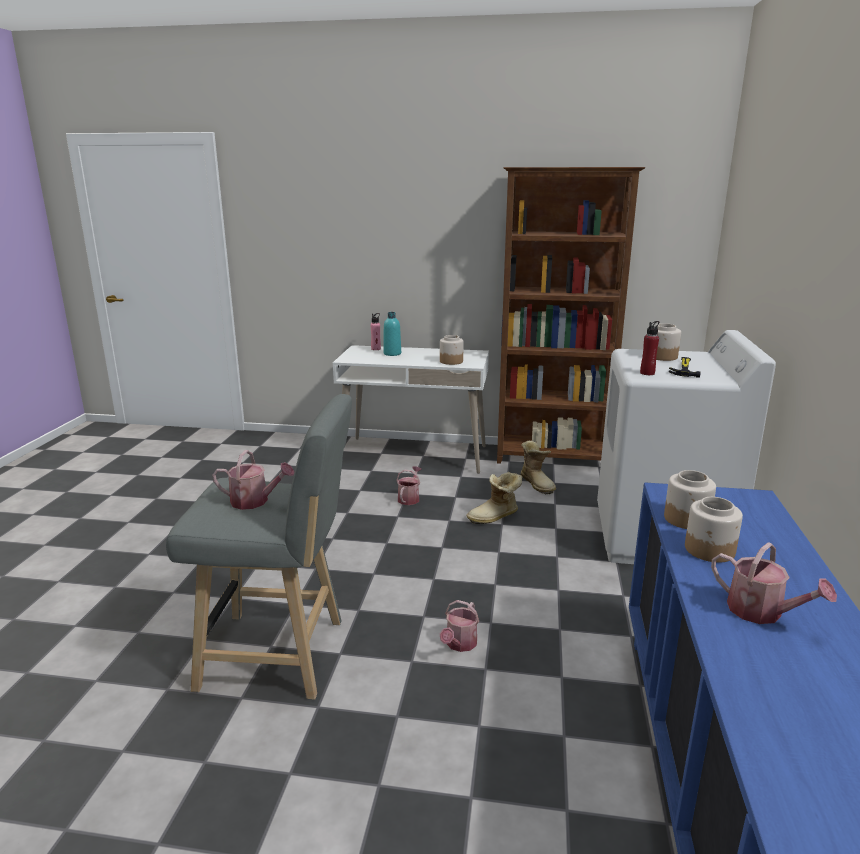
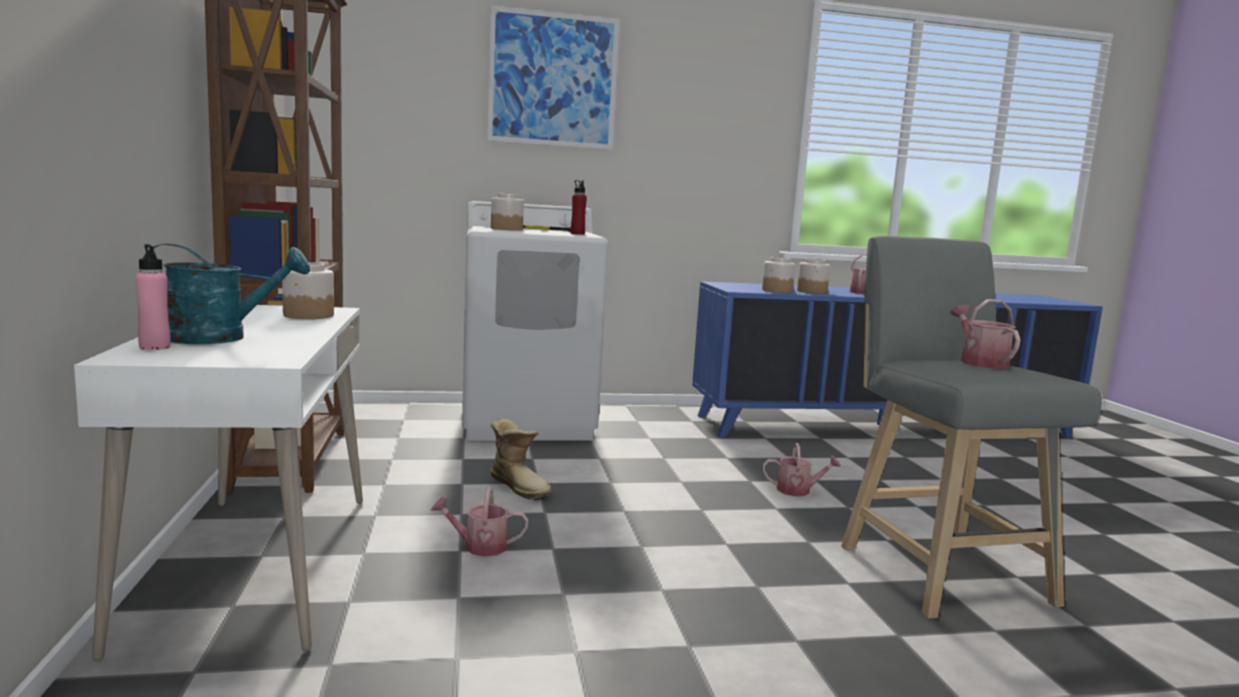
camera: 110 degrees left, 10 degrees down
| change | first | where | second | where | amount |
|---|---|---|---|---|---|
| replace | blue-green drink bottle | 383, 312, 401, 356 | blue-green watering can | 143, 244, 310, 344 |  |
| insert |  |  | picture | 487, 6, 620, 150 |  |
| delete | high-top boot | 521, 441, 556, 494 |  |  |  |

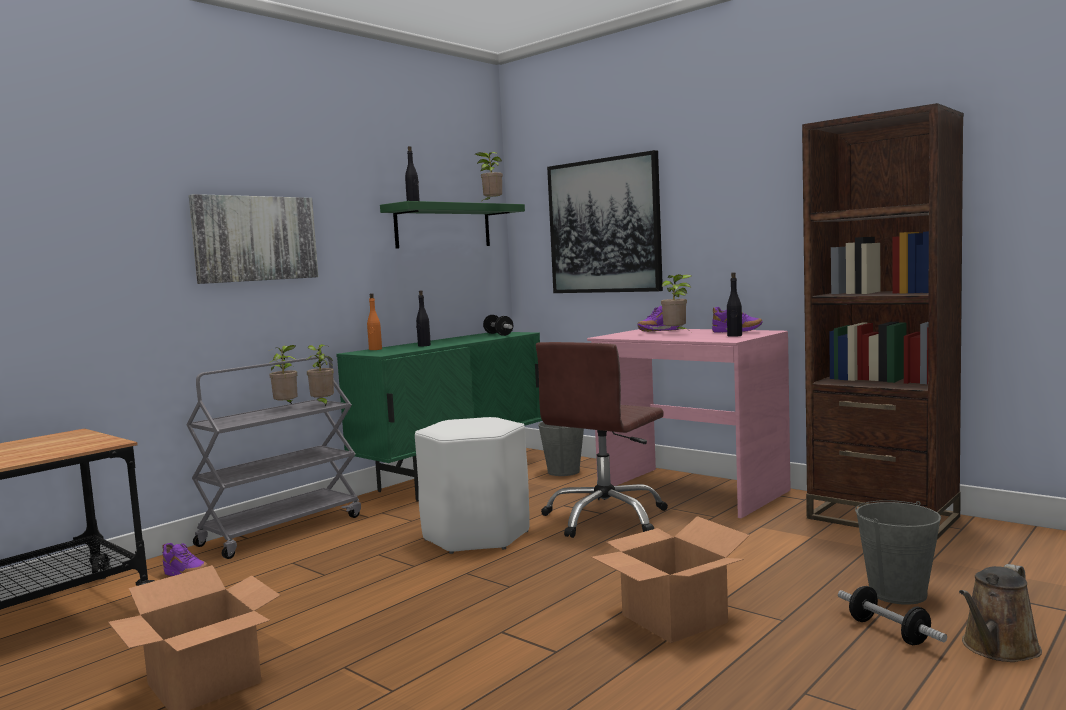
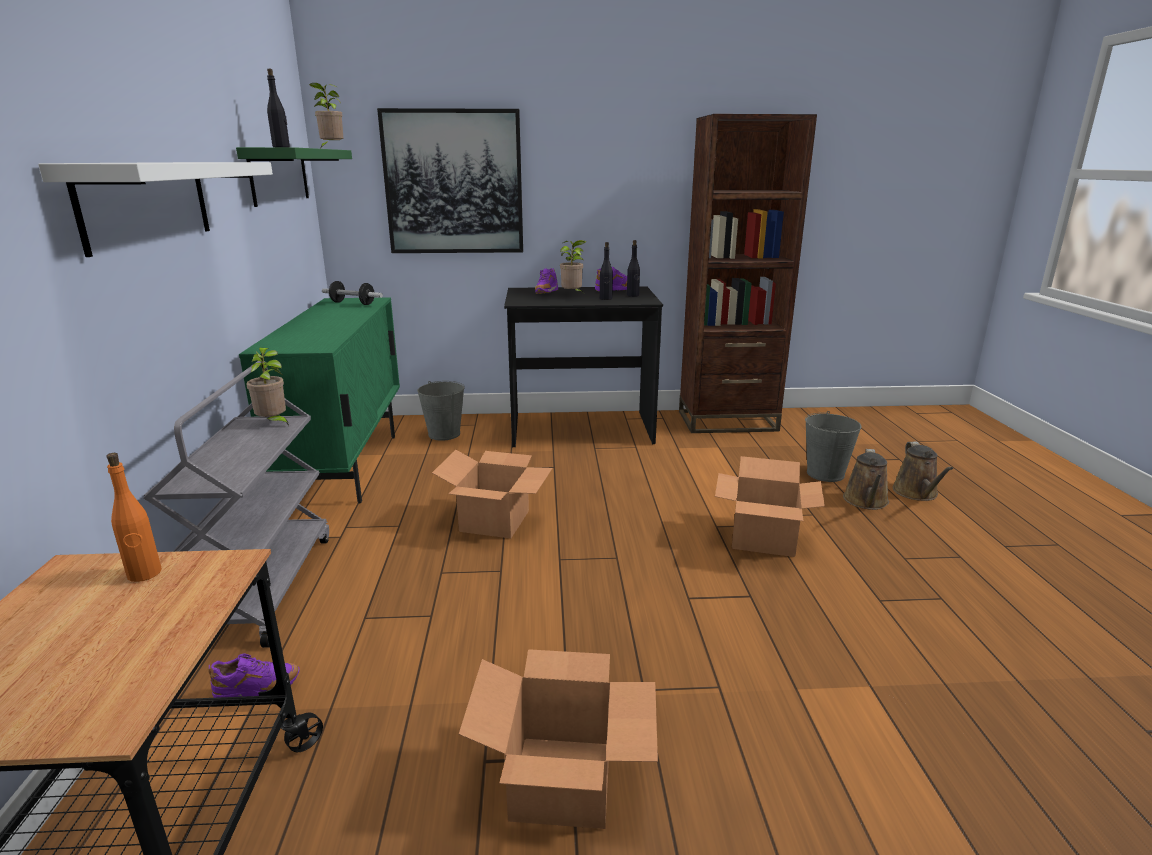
camera: 45 degrees left, 15 degrees up
| change | first | where | second | where | amount |
|---|---|---|---|---|---|
| replace | picture | 189, 194, 318, 284 | white-coloured bracket shelf | 38, 162, 273, 257 |  |
| move | orange-coloured drink bottle | 367, 293, 382, 350 |  | 106, 453, 162, 582 |  |
| replace | white-coloured stool | 415, 417, 530, 554 | cardboard box | 432, 450, 553, 539 |  |
| recolor | pink-coloured desk table | 587, 329, 791, 518 | blackish desk table | 504, 286, 663, 447 |  |
| move | blackish drink bottle | 416, 290, 431, 347 |  | 600, 242, 613, 300 |  |
| replace | free weight | 838, 586, 947, 645 | brownish watering can | 843, 449, 889, 510 |  |
| delete | plant in a pot | 269, 345, 298, 404 |  |  |  |
| delete | brownish office chair | 536, 342, 668, 538 |  |  |  |

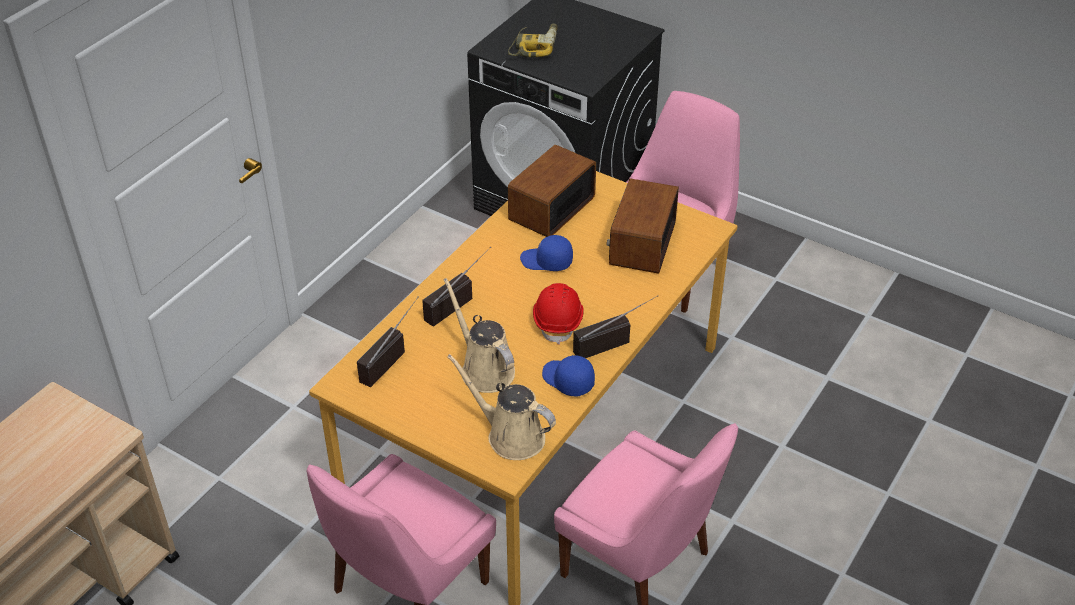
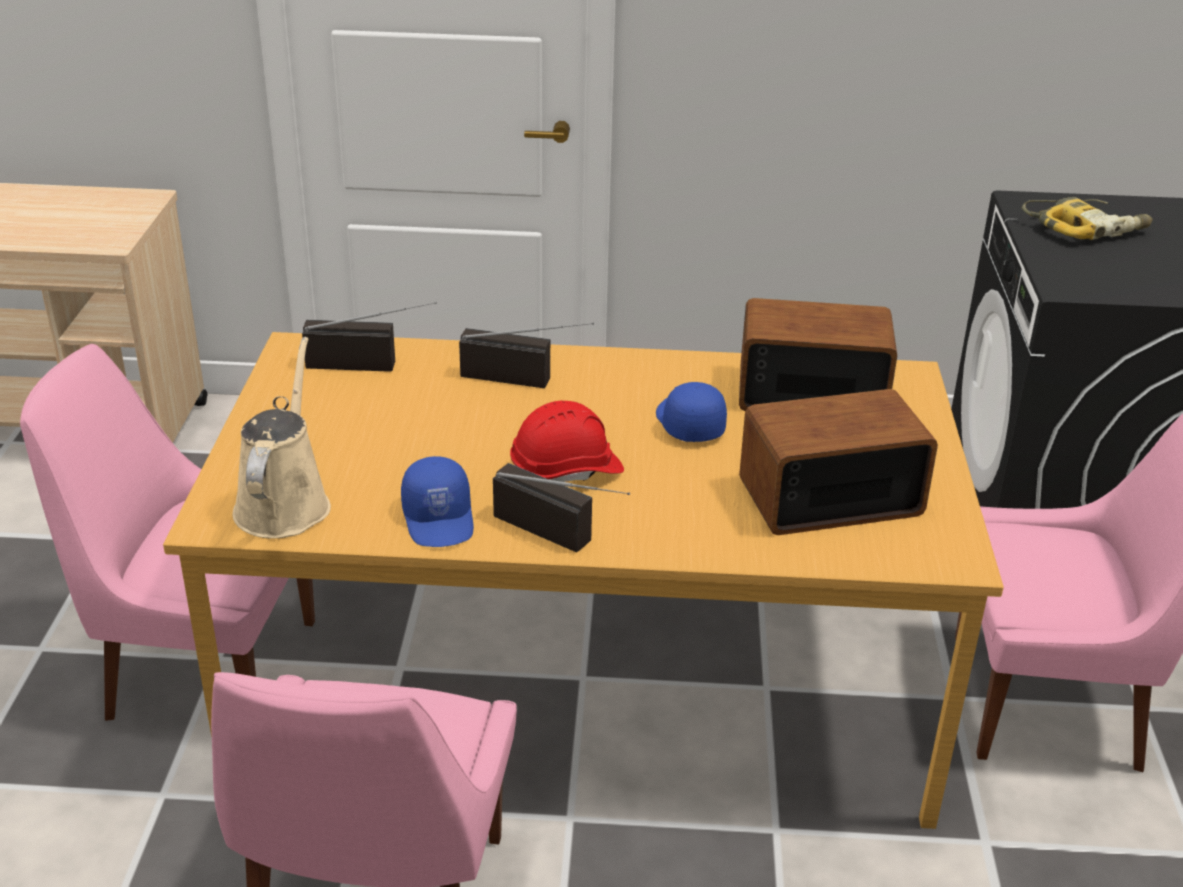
camera: 60 degrees right, 10 degrees down
| change | first | where | second | where | amount |
|---|---|---|---|---|---|
| rotate | blue-coloured cap | 542, 355, 595, 397 |  | 401, 456, 474, 547 | 150 degrees clockwise |
| delete | beige watering can | 444, 278, 515, 393 |  |  |  |

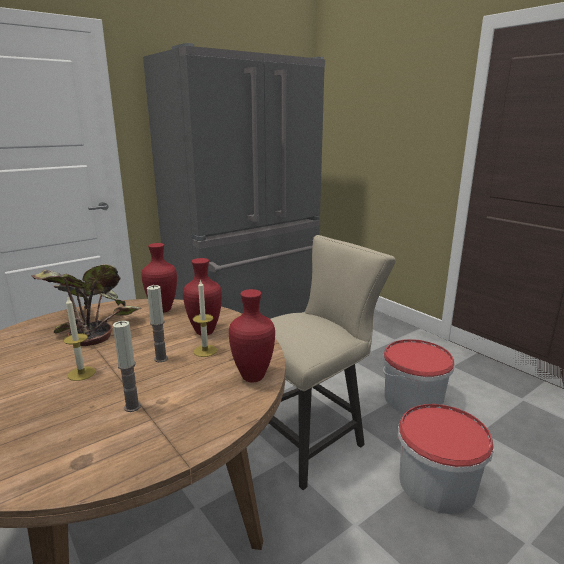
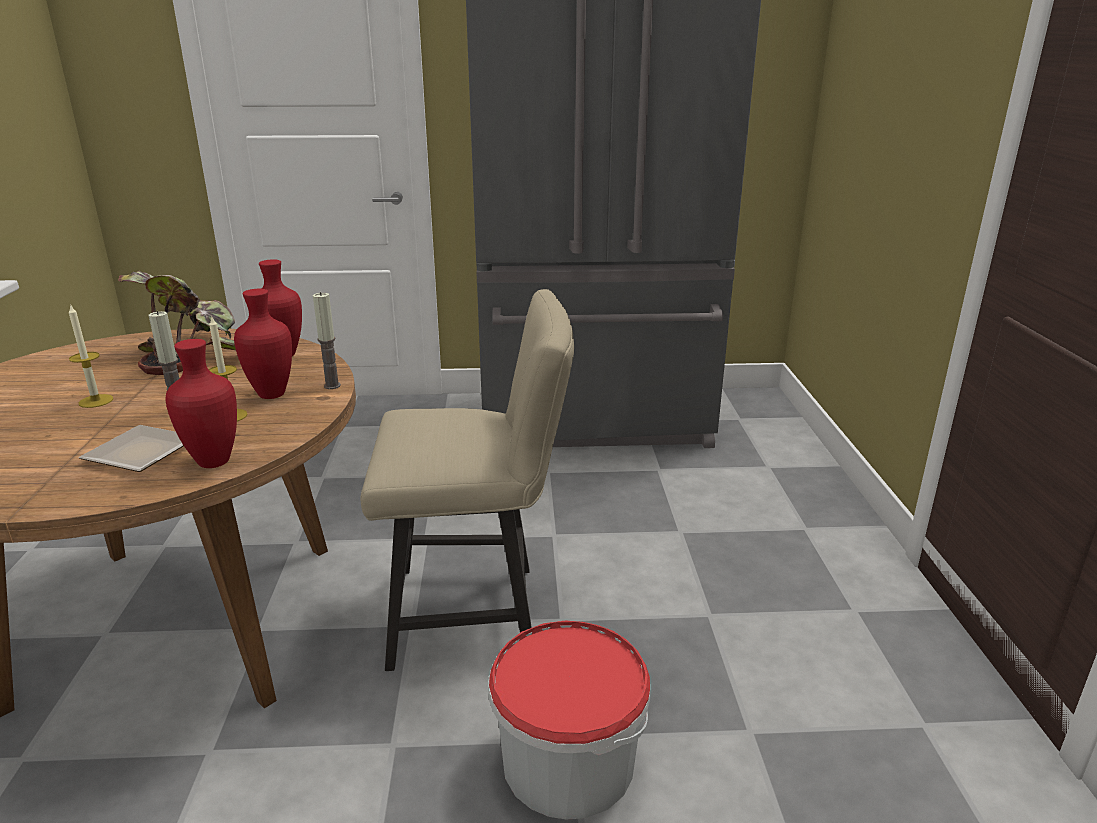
camera: 35 degrees right, 5 degrees up
| change | first | where | second | where | amount |
|---|---|---|---|---|---|
| insert |  |  | plate | 79, 425, 184, 472 |  |
| move | wax candle | 113, 321, 141, 412 |  | 313, 292, 341, 389 |  |
| delete | water bucket | 383, 339, 454, 414 |  |  |  |

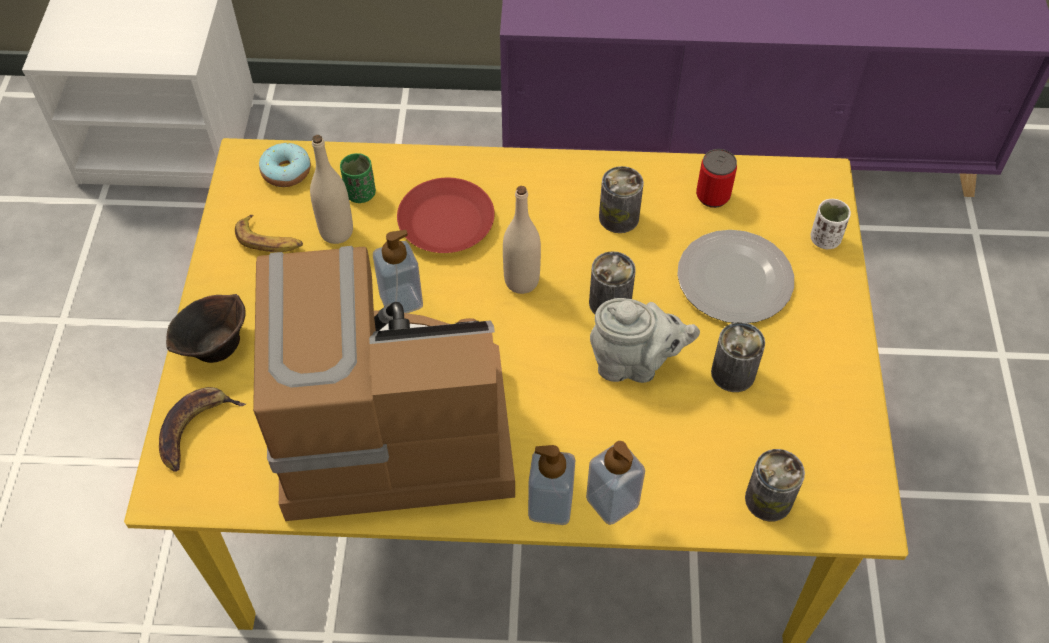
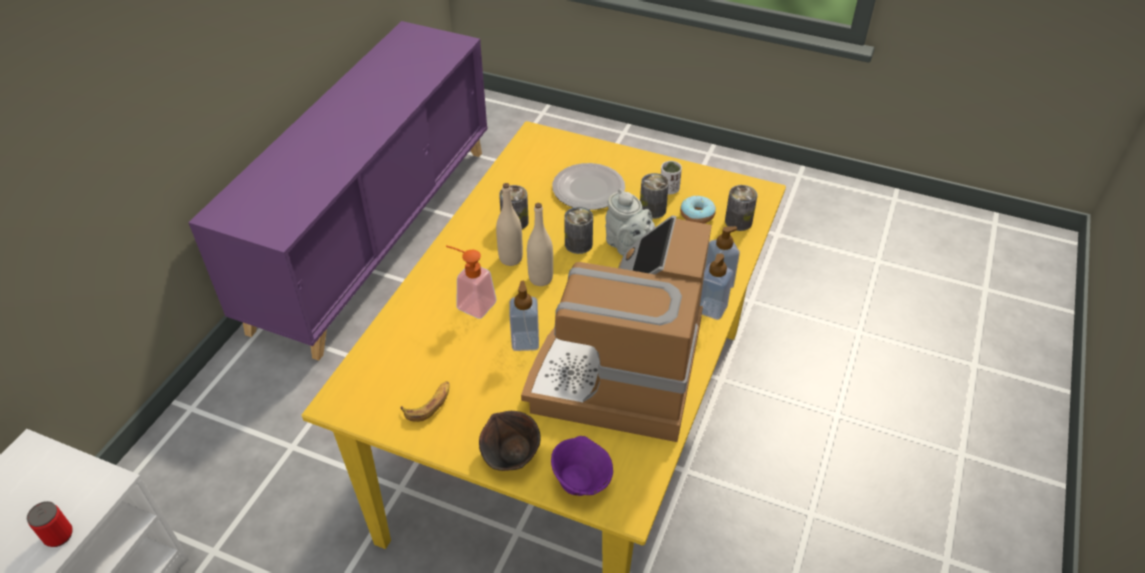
camera: 70 degrees left, 10 degrees down
| change | first | where | second | where | amount |
|---|---|---|---|---|---|
| move | metal can | 696, 149, 737, 208 |  | 27, 501, 73, 547 |  |
| replace | red-coloured plate | 397, 178, 495, 253 | liquid soap bottle | 446, 245, 497, 319 |  |
| move | beige drink bottle | 310, 135, 353, 244 |  | 496, 183, 523, 266 |  |
| replace | banana fruit | 159, 387, 246, 472 | purplish bowl | 551, 436, 613, 496 |  |
| rotate | grey teapot | 590, 298, 700, 383 |  | 605, 188, 655, 256 | 120 degrees clockwise |
| move | white-coloured cup | 811, 199, 851, 249 |  | 661, 161, 682, 195 |  |
| move | doughnut | 259, 143, 311, 187 |  | 680, 195, 716, 224 |  |
| delete | greenish cup | 340, 153, 376, 203 |  |  |  |

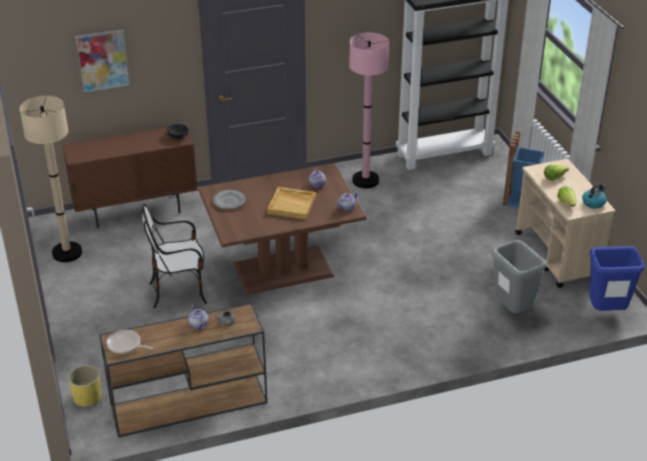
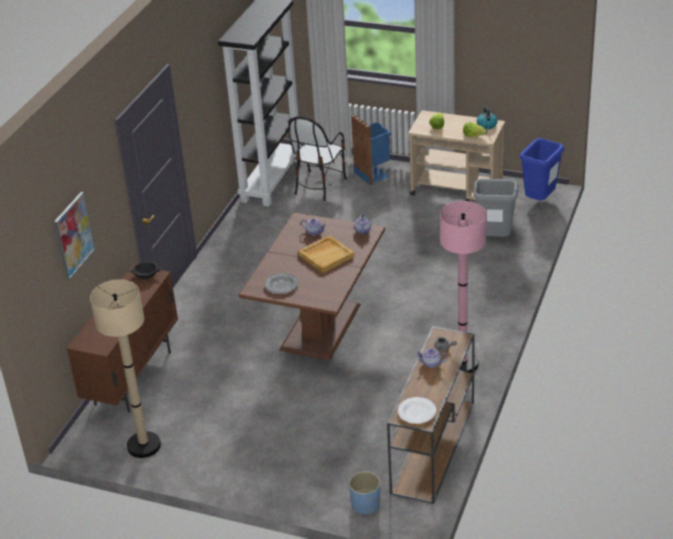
camera: 50 degrees left, 0 degrees up
| change | first | where | second | where | amount |
|---|---|---|---|---|---|
| move | chair | 142, 203, 207, 308 |  | 289, 116, 347, 201 |  |
| recolor | yellow planter | 68, 365, 101, 407 | blue-coloured planter | 349, 471, 380, 515 |  |
| replace | skillet | 106, 330, 153, 354 | white-coloured plate | 398, 397, 436, 424 |  |
| move | pink-coloured standard lamp | 349, 32, 389, 188 |  | 440, 201, 487, 373 |  |

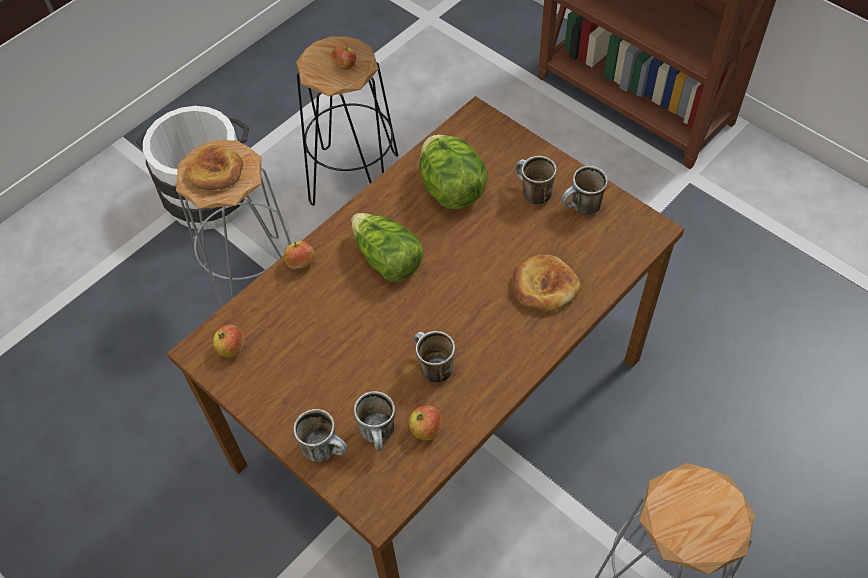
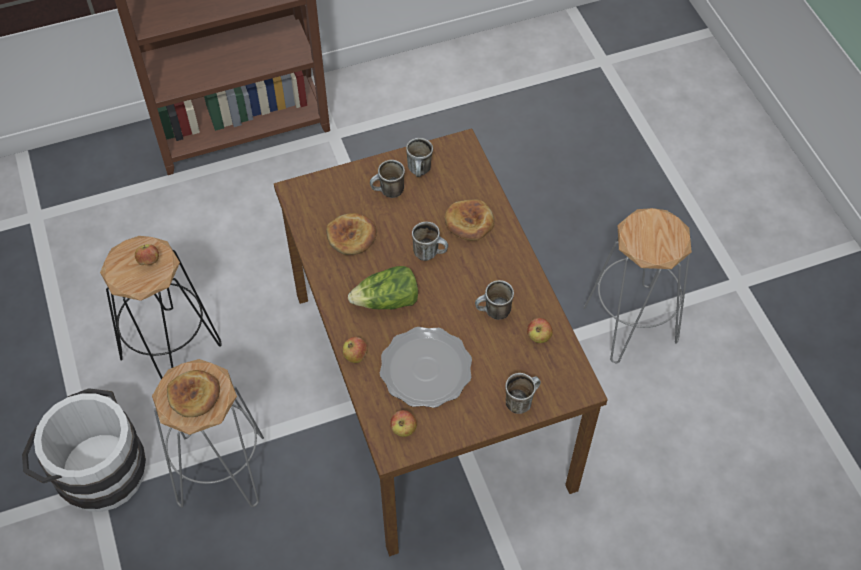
camera: 65 degrees left, 0 degrees up
| change | first | where | second | where | amount |
|---|---|---|---|---|---|
| replace | lettuce | 419, 135, 488, 209 | baked bread | 326, 213, 377, 255 |  |
| insert |  |  | plate | 380, 327, 472, 408 |  |
| move | tea mug | 354, 391, 395, 451 |  | 412, 222, 448, 261 |  |

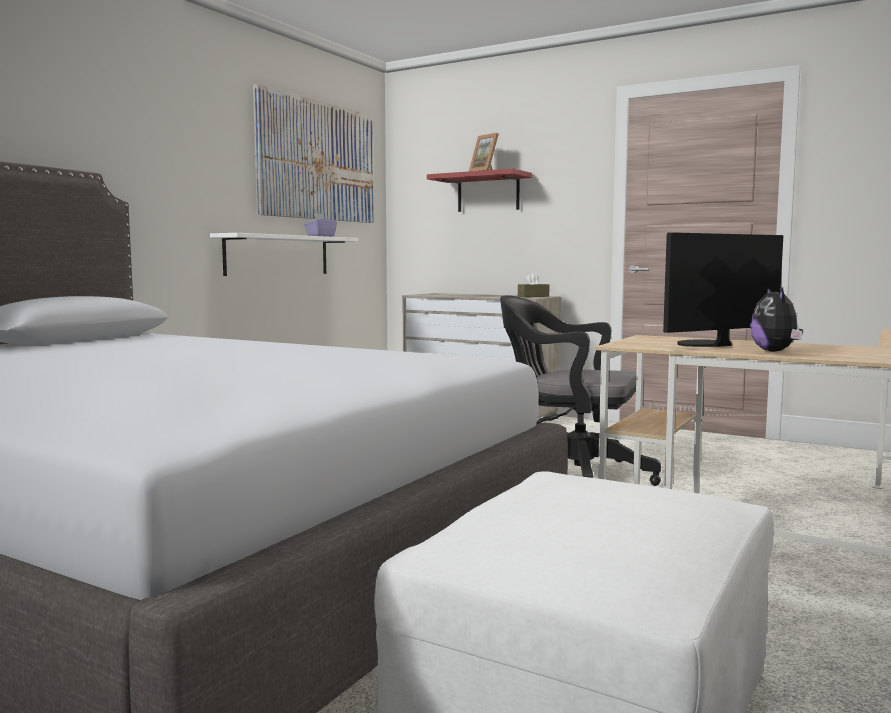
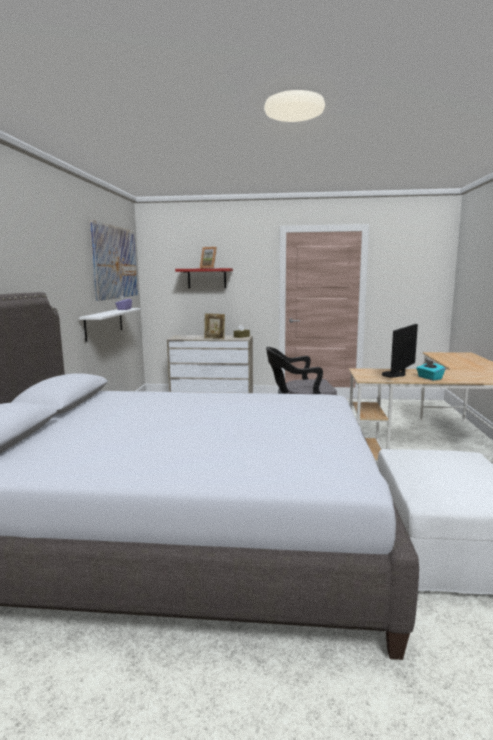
camera: 25 degrees left, 5 degrees up
| change | first | where | second | where | amount |
|---|---|---|---|---|---|
| insert |  |  | picture frame | 204, 313, 225, 339 |  |
| replace | plush toy | 750, 286, 803, 352 | blue-green box of tissues | 416, 360, 445, 381 |  |

